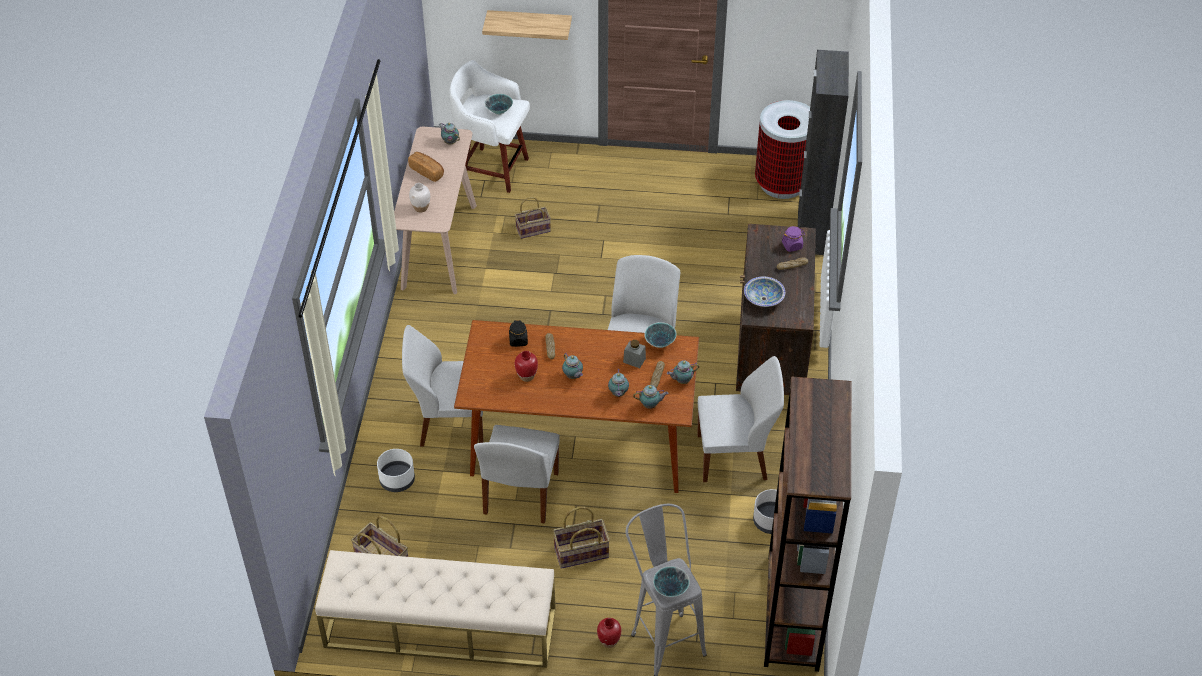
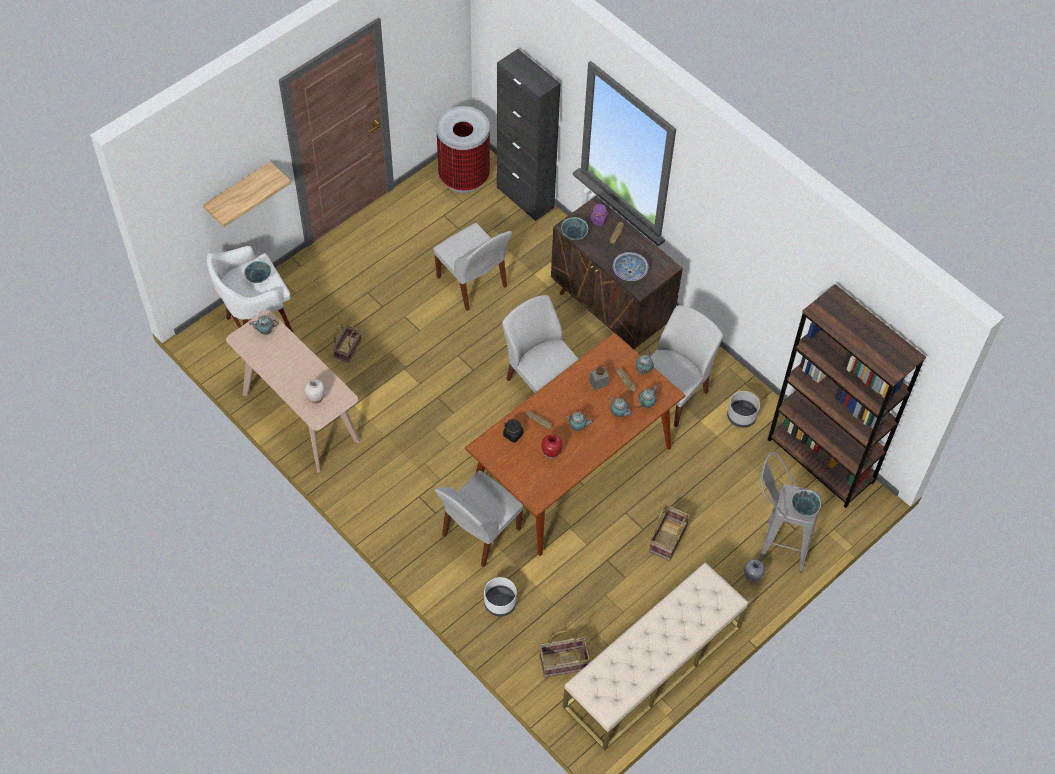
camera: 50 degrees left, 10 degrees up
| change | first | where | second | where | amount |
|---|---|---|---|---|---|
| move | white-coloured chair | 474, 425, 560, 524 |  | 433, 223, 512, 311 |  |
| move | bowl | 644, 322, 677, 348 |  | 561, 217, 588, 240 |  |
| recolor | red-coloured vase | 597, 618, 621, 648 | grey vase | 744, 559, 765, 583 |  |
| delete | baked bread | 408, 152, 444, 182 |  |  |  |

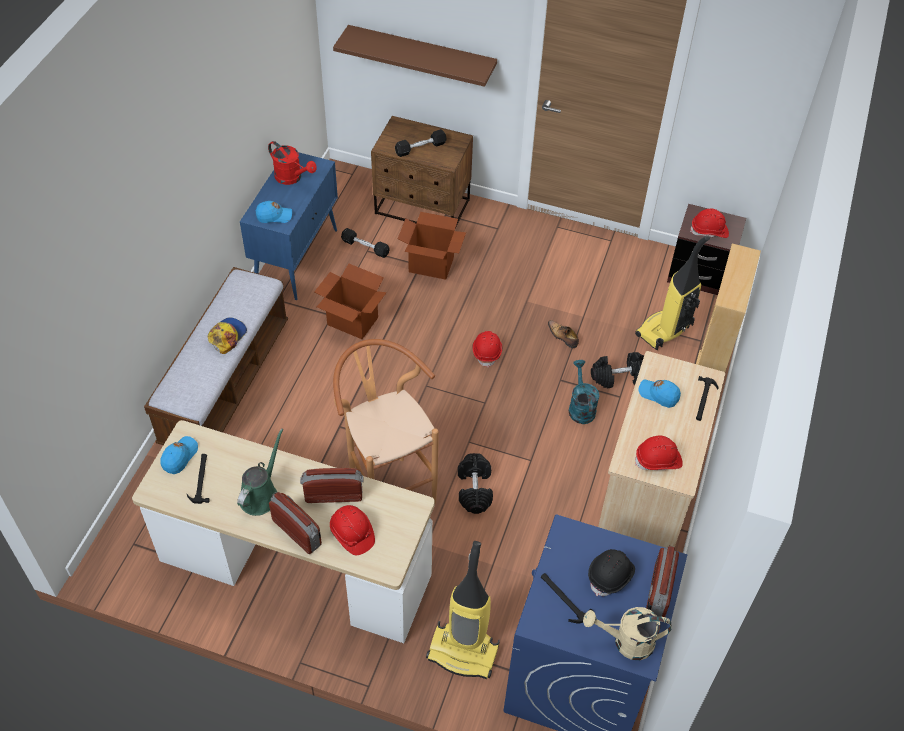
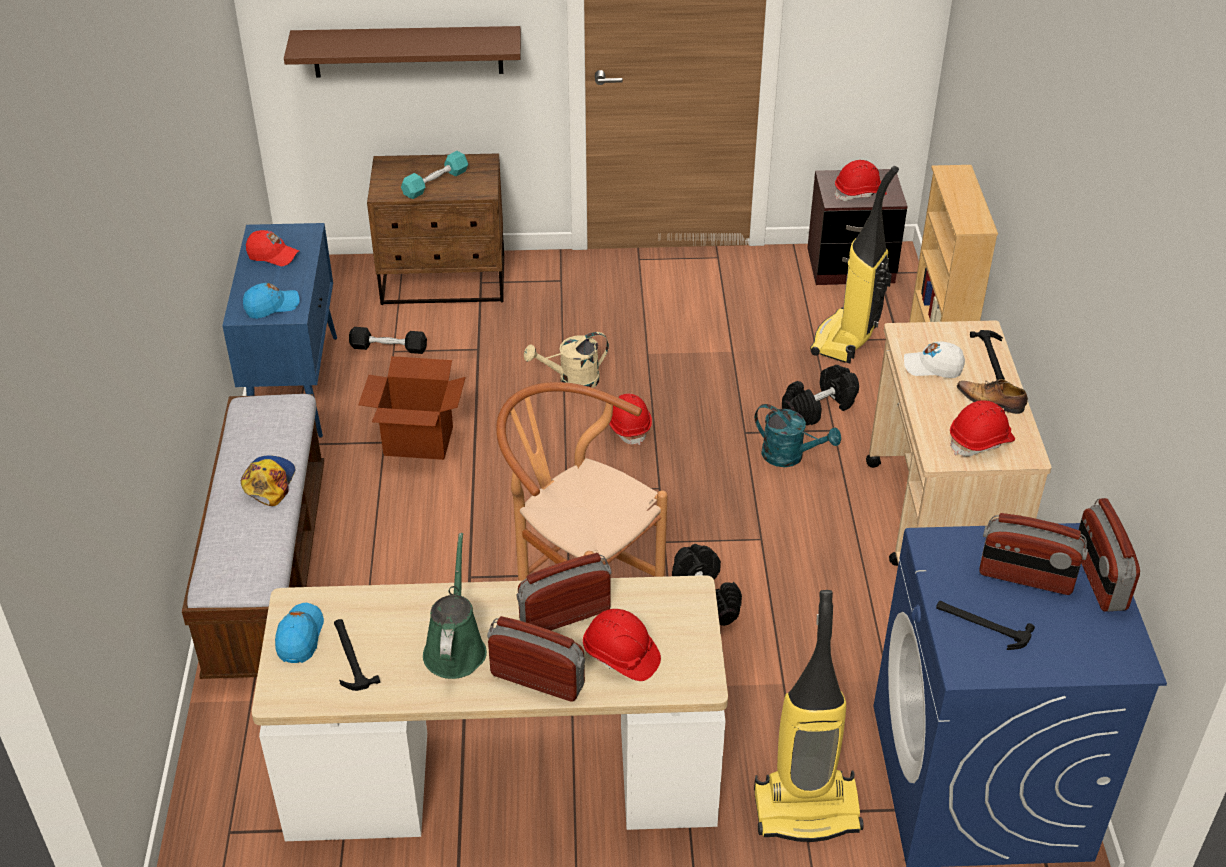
camera: 20 degrees left, 10 degrees down
| change | first | where | second | where | amount |
|---|---|---|---|---|---|
| replace | red-coloured watering can | 268, 141, 317, 185 | red-coloured cap | 246, 230, 299, 266 |  |
| recolor | blackish free weight | 395, 129, 447, 157 | blue-green free weight | 401, 151, 468, 199 |  |
| move | beige watering can | 583, 607, 672, 660 |  | 524, 332, 609, 388 |  |
| rotate | blue-green watering can | 569, 360, 600, 424 |  | 755, 404, 841, 467 | 150 degrees clockwise |
| recolor | blue-coloured cap | 639, 379, 681, 408 | white-coloured cap | 904, 341, 965, 378 |  |
| move | item of footwear | 548, 320, 579, 348 |  | 957, 379, 1028, 414 |  |
| replace | blackish work helmet | 588, 549, 635, 596 | radio receiver | 980, 513, 1088, 595 |  |
| delete | cardboard box | 398, 212, 466, 280 |  |  |  |

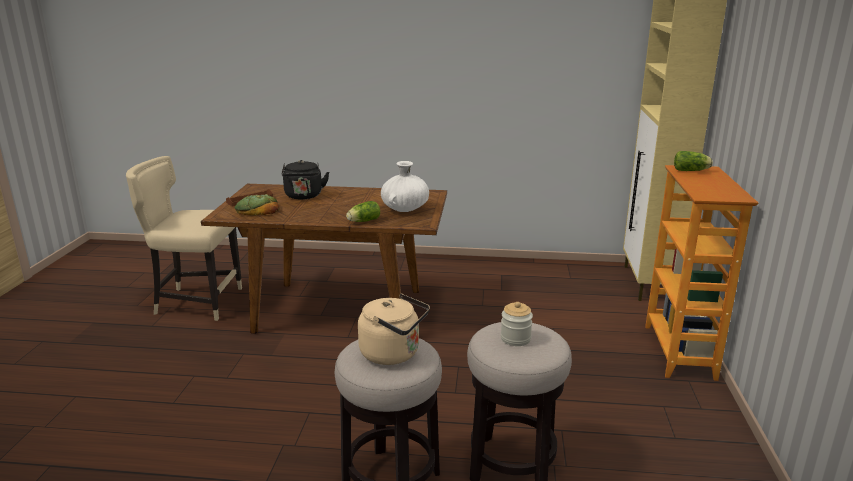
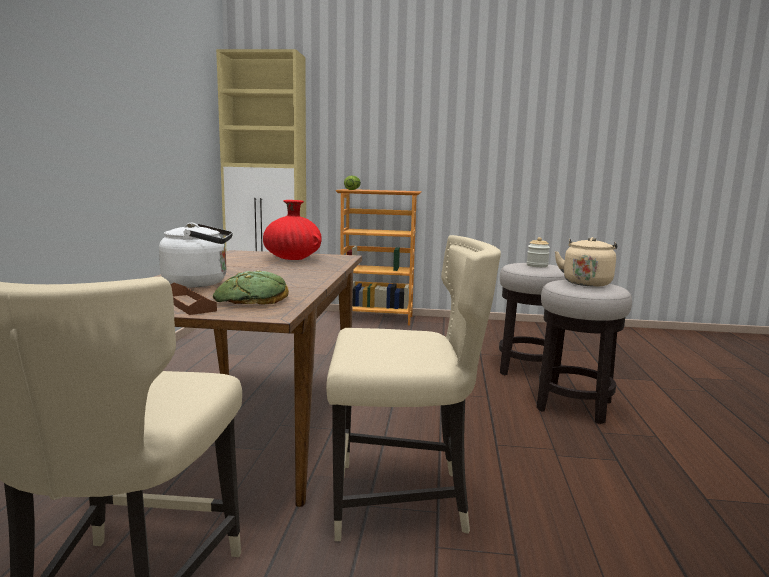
camera: 90 degrees left, 10 degrees down
| change | first | where | second | where | amount |
|---|---|---|---|---|---|
| recolor | blackish tea kettle | 281, 160, 329, 200 | white-coloured tea kettle | 159, 223, 233, 287 |  |
| recolor | white-coloured vase | 381, 161, 429, 212 | red-coloured vase | 263, 200, 322, 260 |  |
| insert |  |  | beige chair | 326, 235, 501, 541 |  |
| delete | lettuce | 346, 201, 380, 222 |  |  |  |

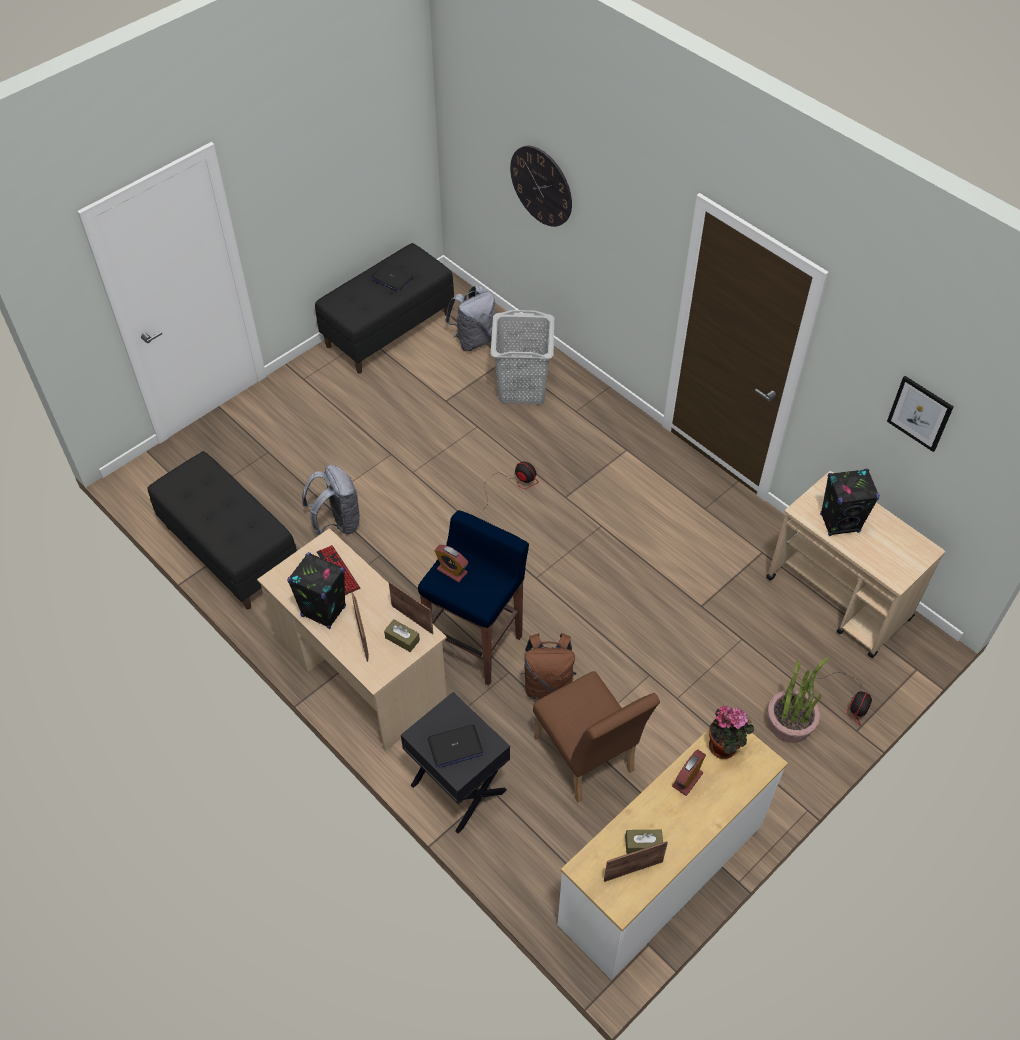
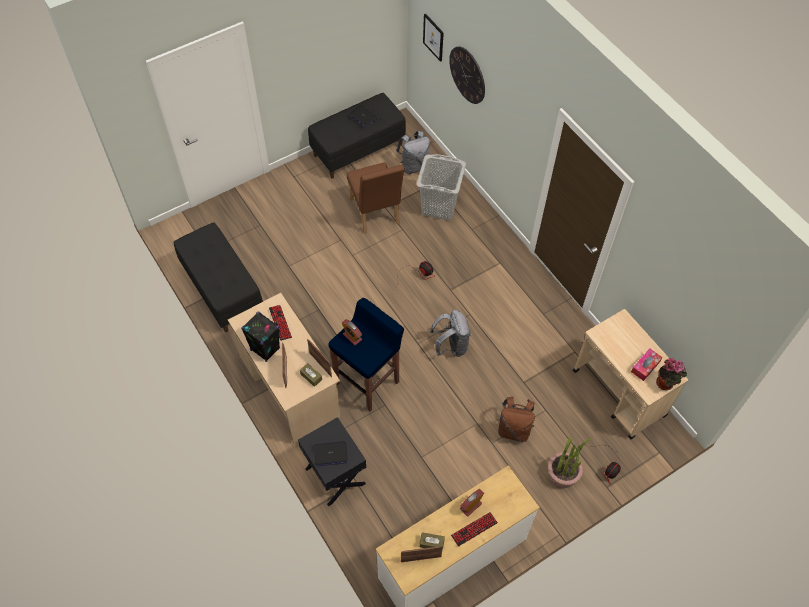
camera: 10 degrees right, 5 degrees up
| change | first | where | second | where | amount |
|---|---|---|---|---|---|
| move | brownish chair | 533, 671, 660, 803 |  | 347, 163, 405, 233 |  |
| move | picture | 887, 376, 954, 452 |  | 423, 14, 444, 62 |  |
| move | grey rucksack | 302, 465, 360, 536 |  | 430, 310, 471, 357 |  |
| insert |  |  | computer keyboard | 451, 512, 498, 546 |  |
| move | brownish rucksack | 521, 633, 577, 699 |  | 497, 397, 535, 442 |  |
| insert |  |  | box of tissues | 631, 349, 662, 381 |  |
| move | plant in a pot | 709, 706, 754, 759 |  | 656, 358, 687, 390 |  |
| delete | blackish speaker | 820, 469, 880, 536 |  |  |  |

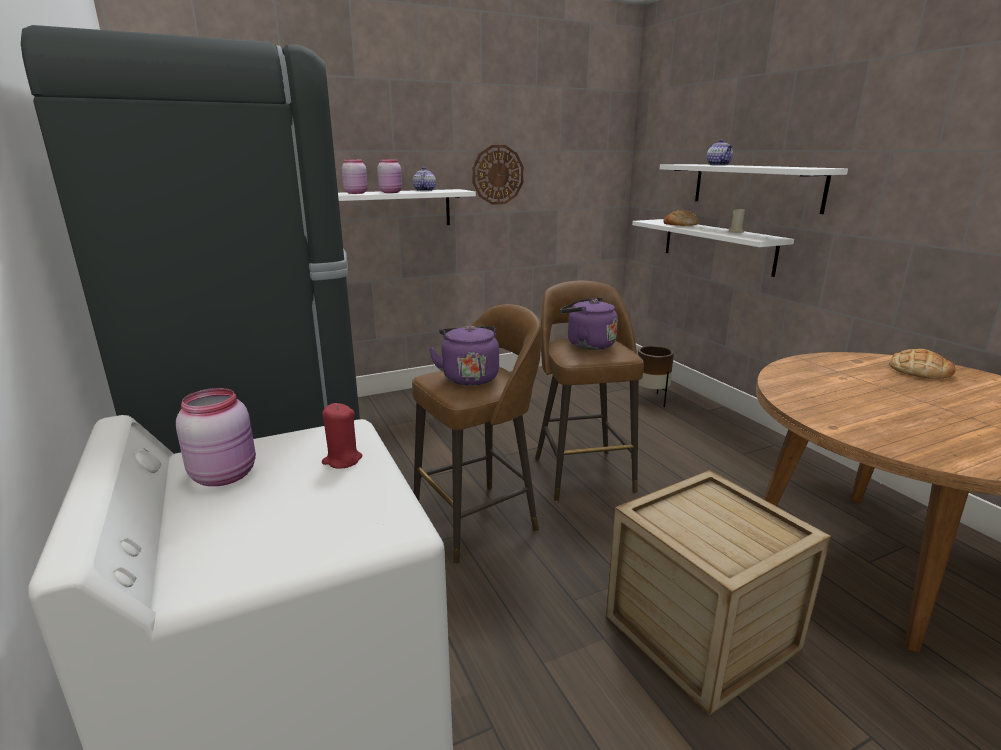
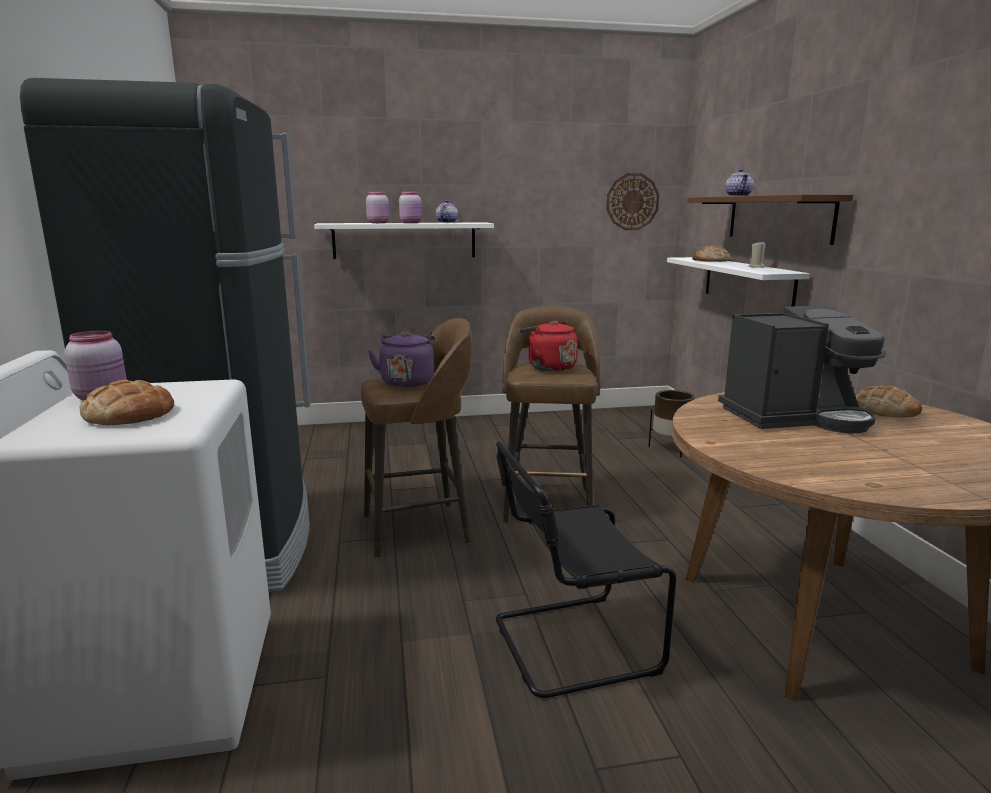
camera: 15 degrees right, 5 degrees down
| change | first | where | second | where | amount |
|---|---|---|---|---|---|
| insert |  |  | baked bread | 80, 380, 174, 425 |  |
| replace | shipping crate | 606, 470, 831, 716 | blackish chair | 496, 441, 676, 698 |  |
| recolor | purplish tea kettle | 560, 297, 618, 350 | red-coloured tea kettle | 519, 321, 578, 371 |  |
| move | clock on the wall | 472, 145, 524, 205 |  | 606, 173, 659, 230 |  |
| recolor | white-coloured bracket shelf | 660, 164, 848, 214 | brownish bracket shelf | 688, 194, 853, 245 |  |
| insert |  |  | coffee maker | 718, 305, 886, 433 |  |
| delete | red-coloured wax candle | 322, 403, 362, 468 |  |  |  |

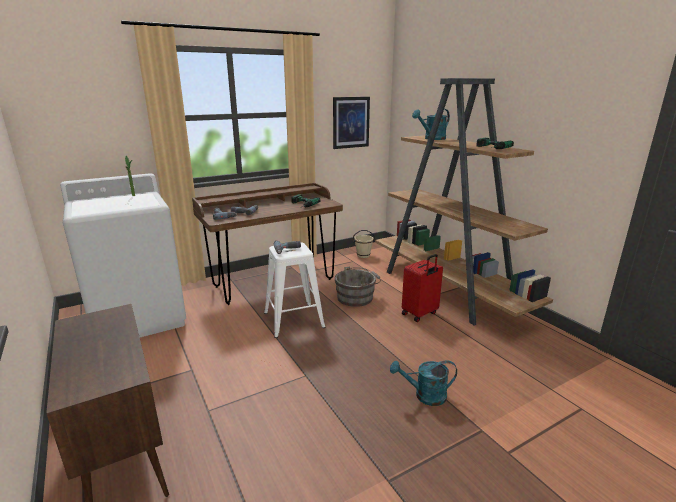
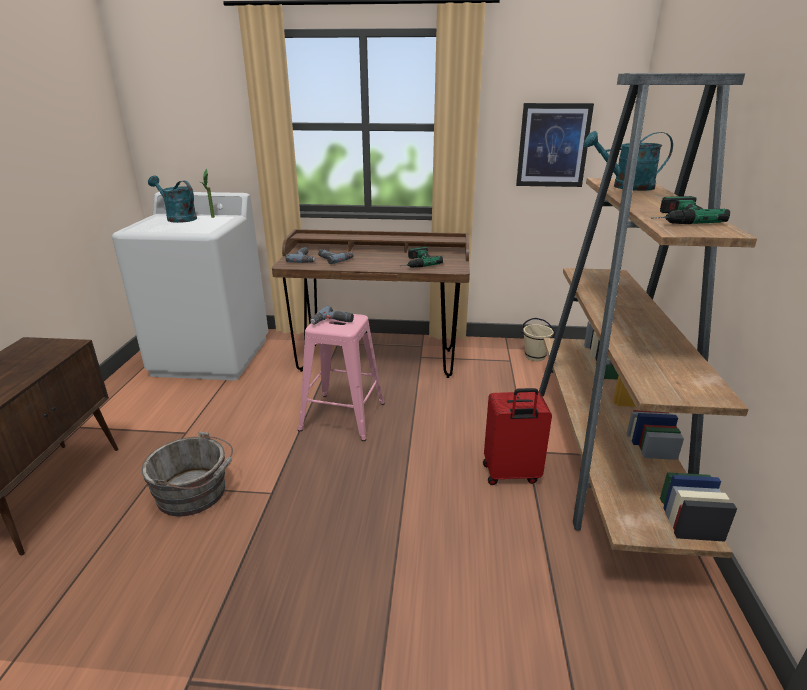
camera: 35 degrees right, 5 degrees up
| change | first | where | second | where | amount |
|---|---|---|---|---|---|
| move | grey water bucket | 335, 266, 381, 307 |  | 141, 431, 233, 516 |  |
| move | blue-green watering can | 390, 361, 457, 406 |  | 148, 176, 197, 223 |  |
| recolor | white-coloured stool | 264, 242, 325, 338 | pink-coloured stool | 298, 314, 385, 441 |  |

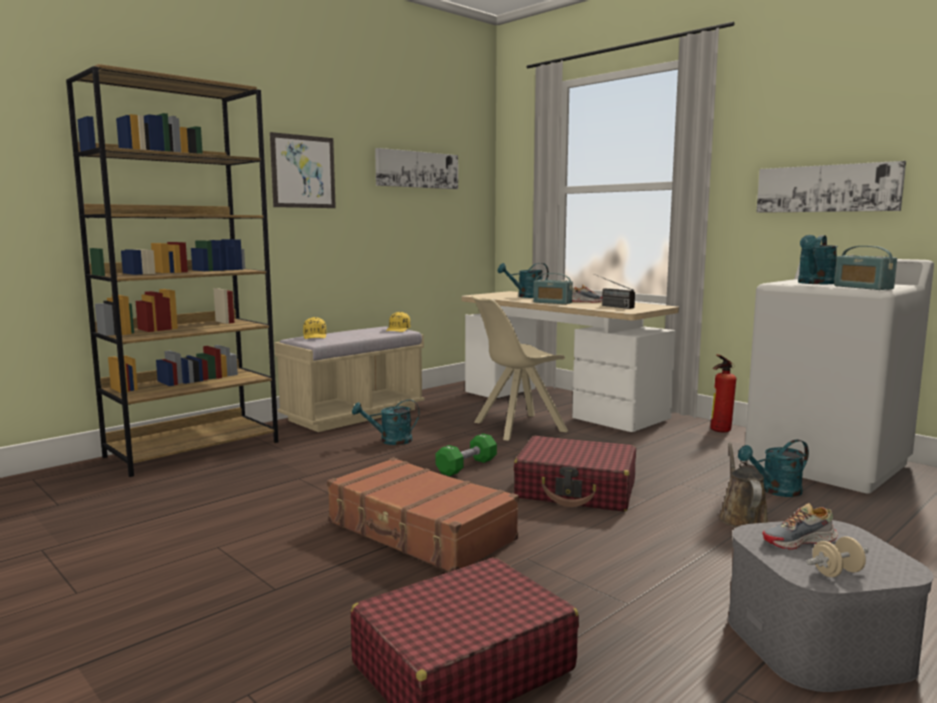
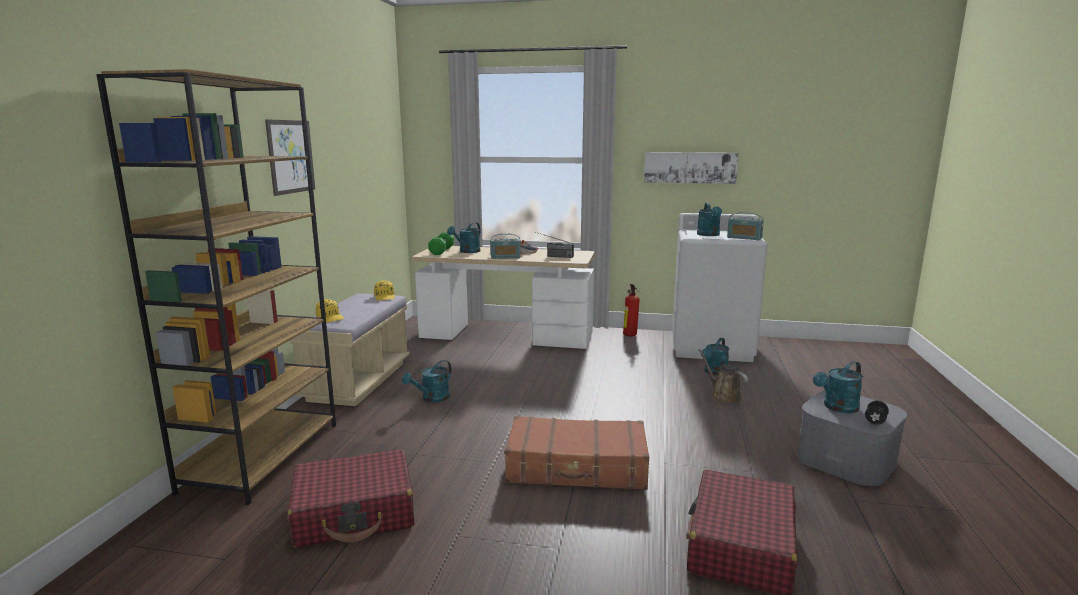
camera: 35 degrees left, 5 degrees up
| change | first | where | second | where | amount |
|---|---|---|---|---|---|
| move | red-coloured suitcase | 513, 436, 636, 512 |  | 288, 450, 414, 548 |  |
| move | greenish free weight | 435, 433, 497, 476 |  | 428, 232, 454, 255 |  |
| replace | item of footwear | 763, 503, 838, 550 | blue-green watering can | 813, 361, 863, 413 |  |
| recolor | beige free weight | 807, 536, 869, 577 | blackish free weight | 865, 401, 889, 425 |  |
| delete | picture | 375, 148, 458, 189 |  |  |  |
| delete | beige chair | 472, 295, 568, 441 |  |  |  |

